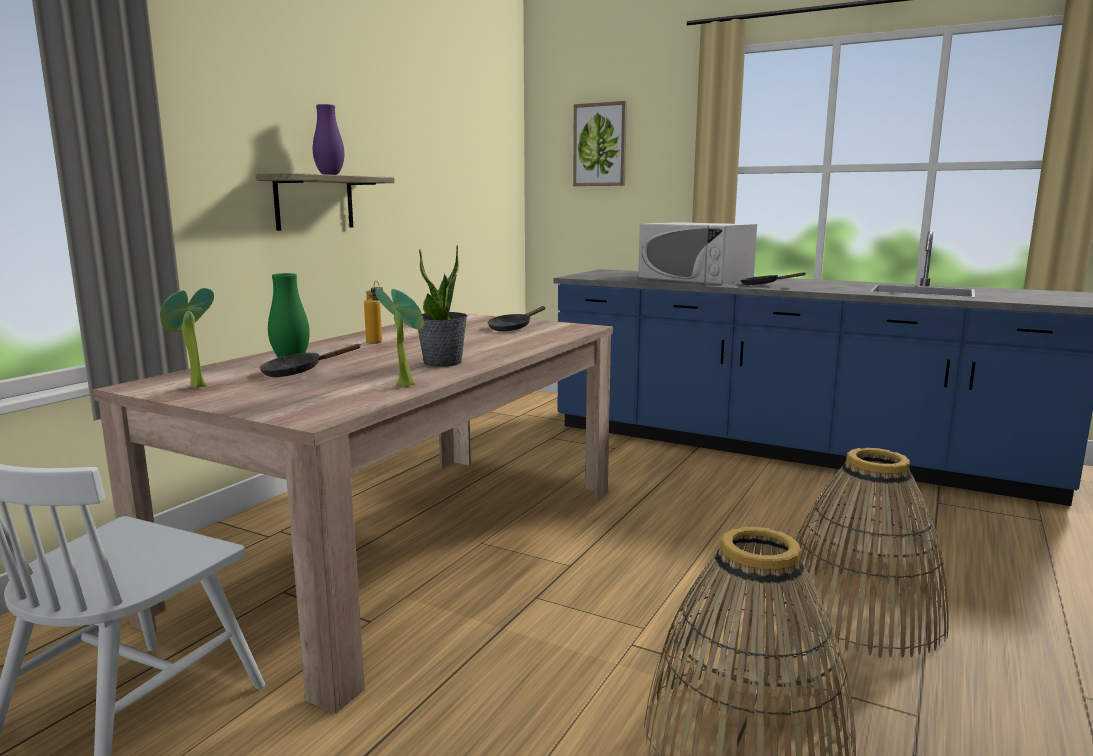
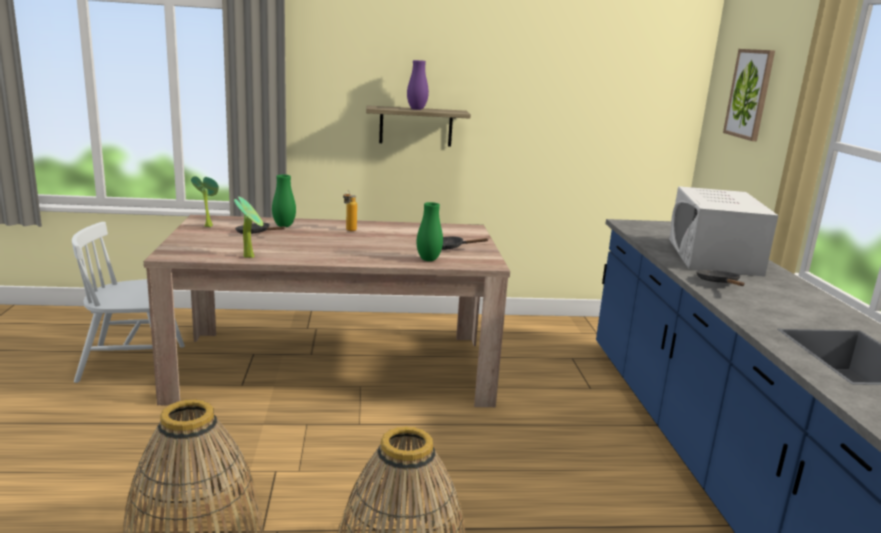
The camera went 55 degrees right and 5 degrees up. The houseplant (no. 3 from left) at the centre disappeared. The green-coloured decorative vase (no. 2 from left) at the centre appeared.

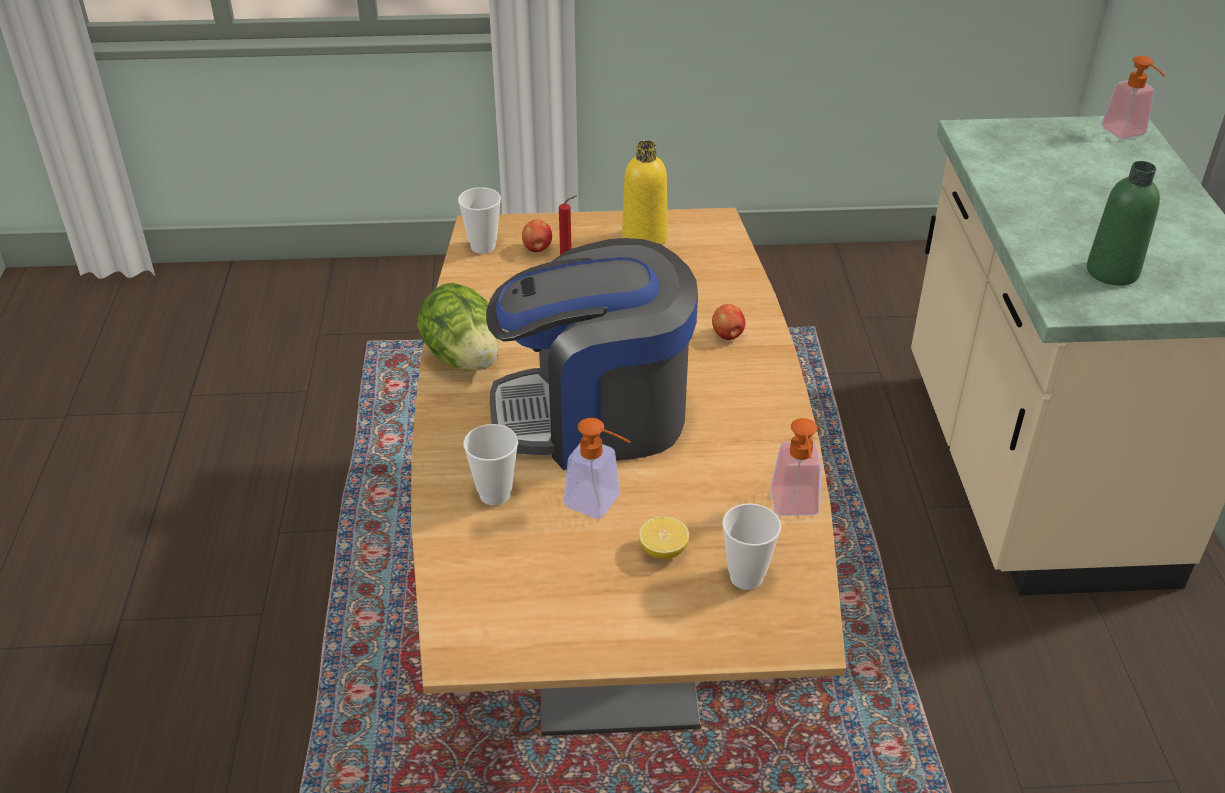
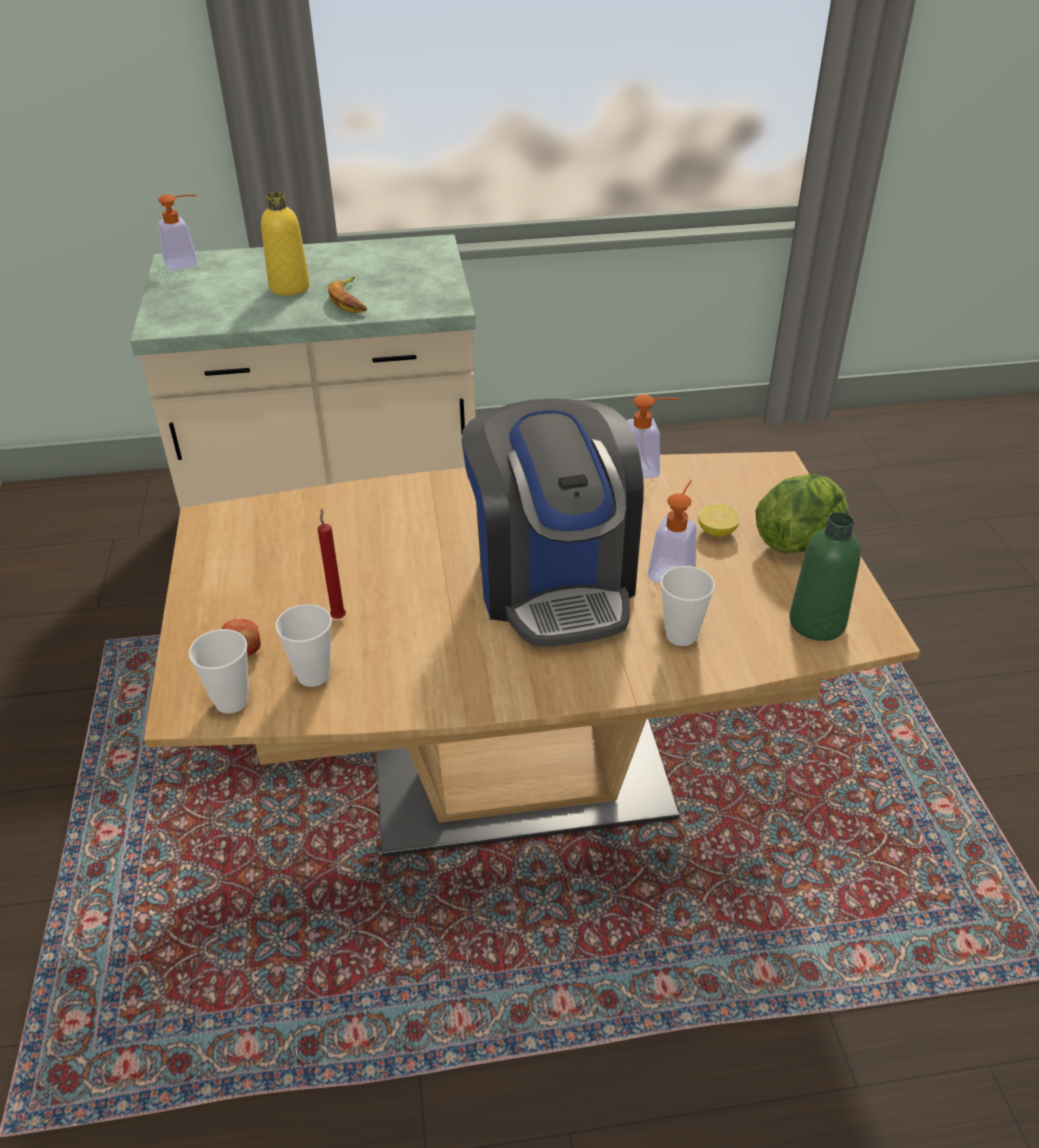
The camera went 95 degrees left and 0 degrees up. The yellow-coloured beverage bottle moved from the top centre to the top left. The green-coloured beverage bottle moved from the top right to the middle right. The lettuce moved from the centre to the middle right. The apple (no. 2 from left) at the centre disappeared. The cup (no. 3 from left in the first image) moved from the bottom centre to the middle left. The banana at the top centre appeared.

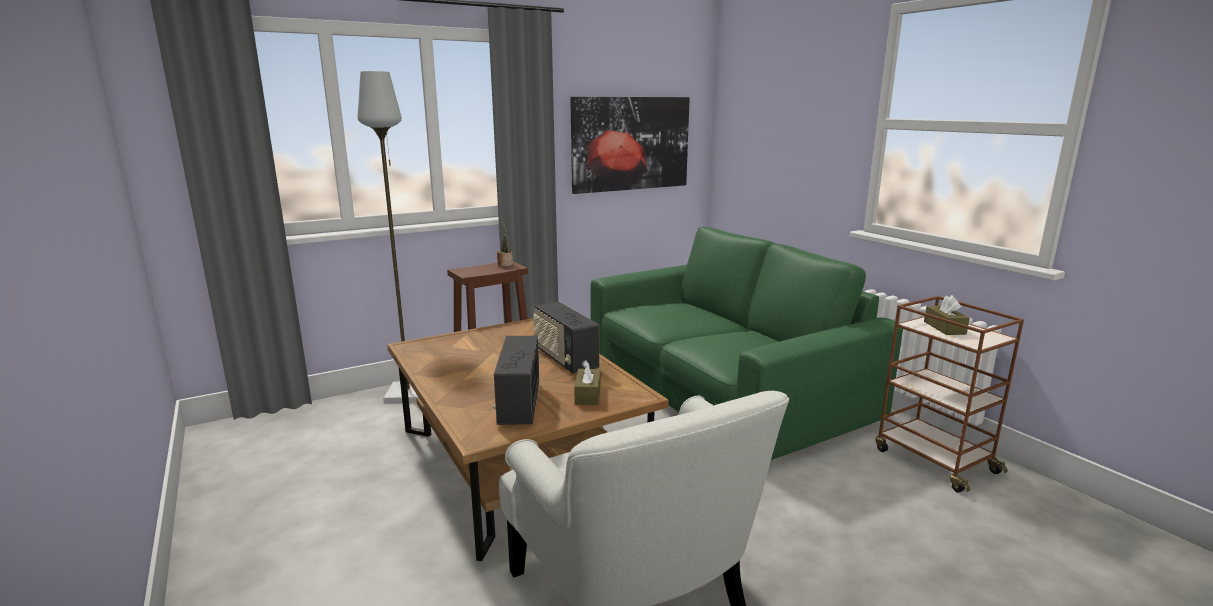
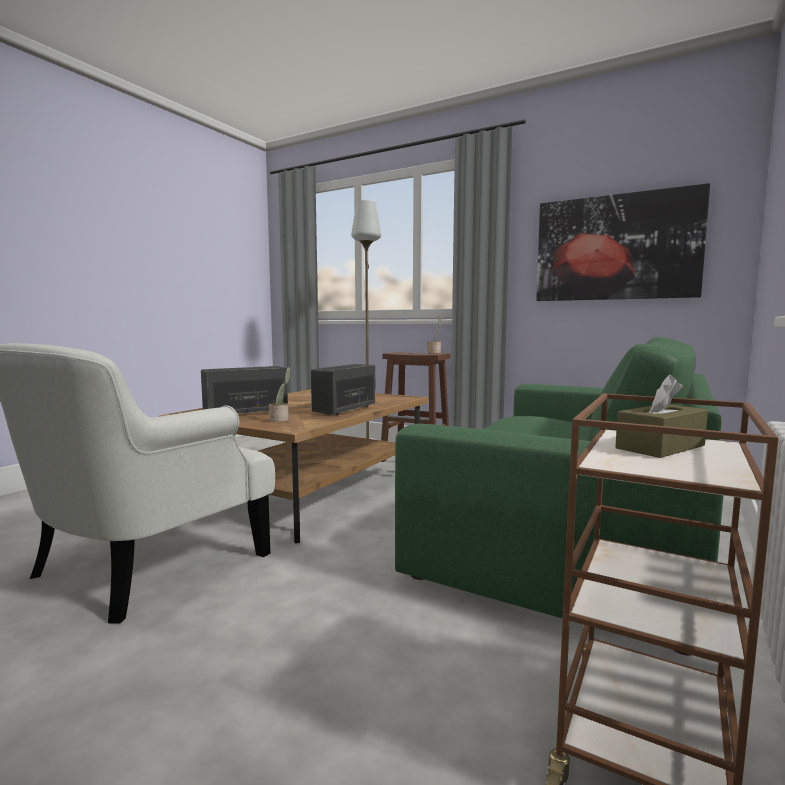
The camera went 60 degrees right and 10 degrees down. The brown-coloured box of tissues (no. 1 from left) at the centre was replaced by the houseplant (no. 1 from left) at the centre.

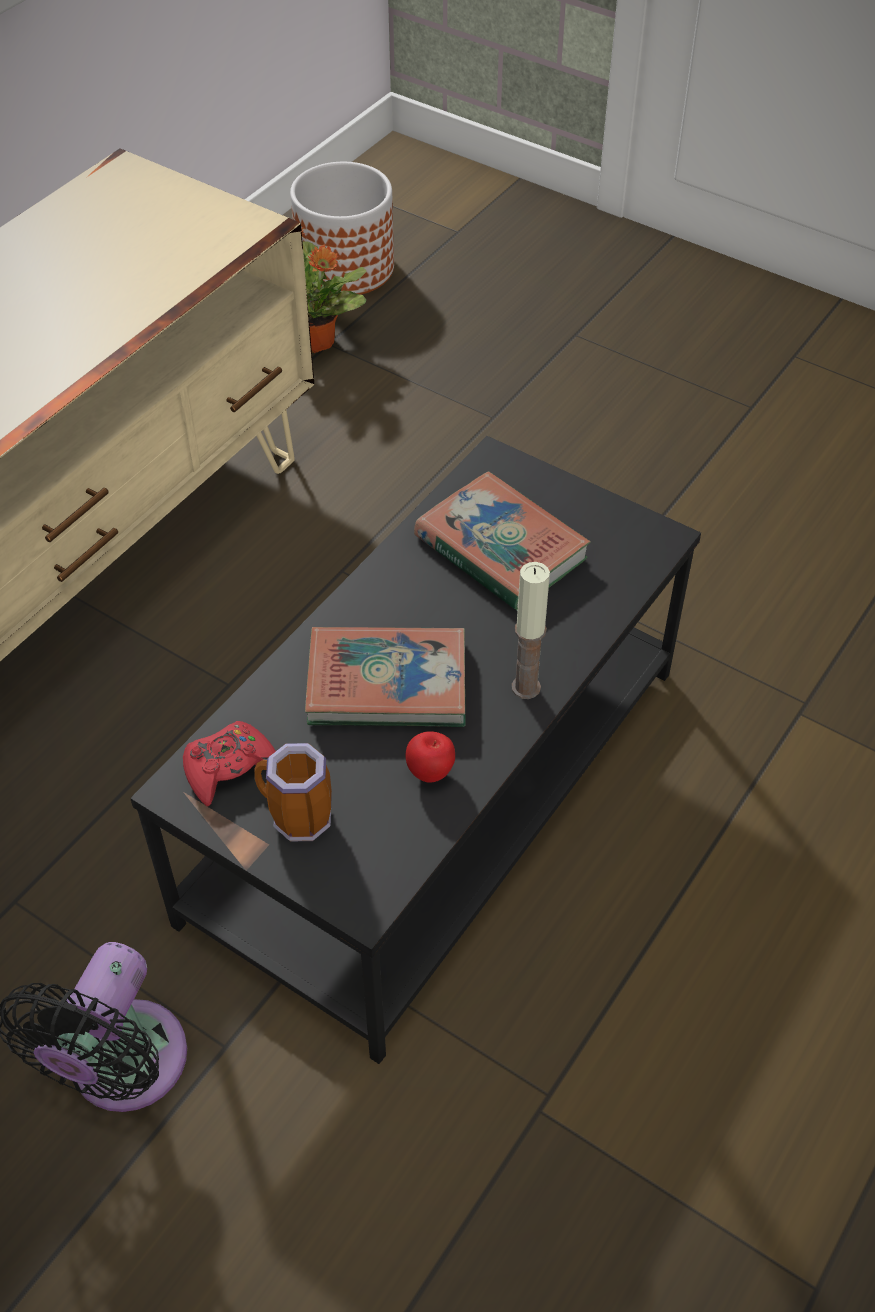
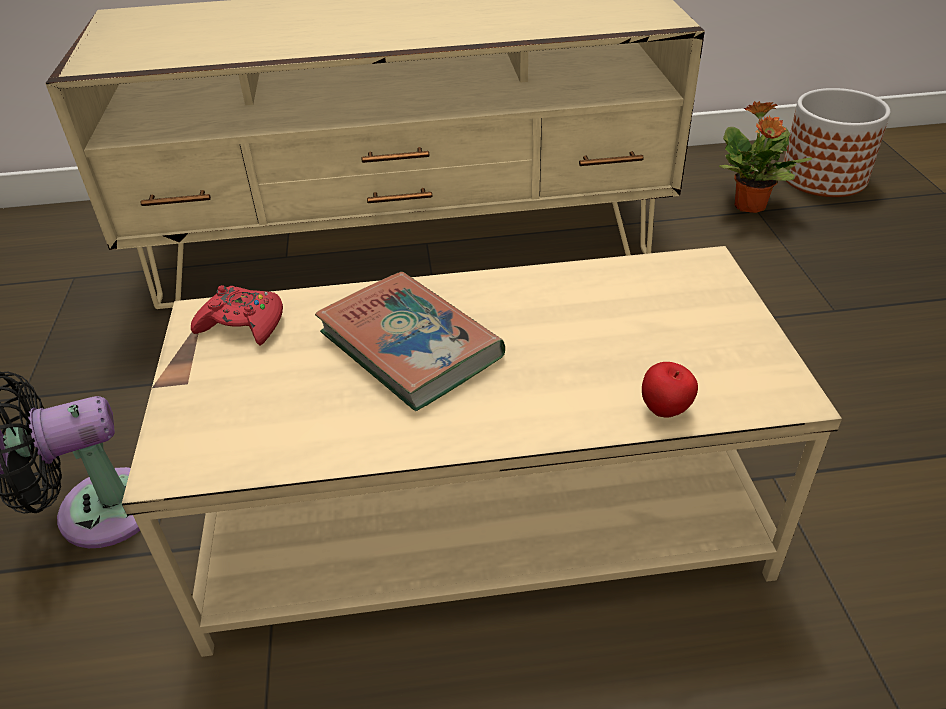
The camera went 50 degrees right and 10 degrees down. The black-coloured lounge table at the centre became the beige-coloured lounge table at the centre. The volume (no. 2 from left) at the centre disappeared. The candle at the centre disappeared. The apple moved from the centre to the middle right. The tea mug at the centre disappeared.

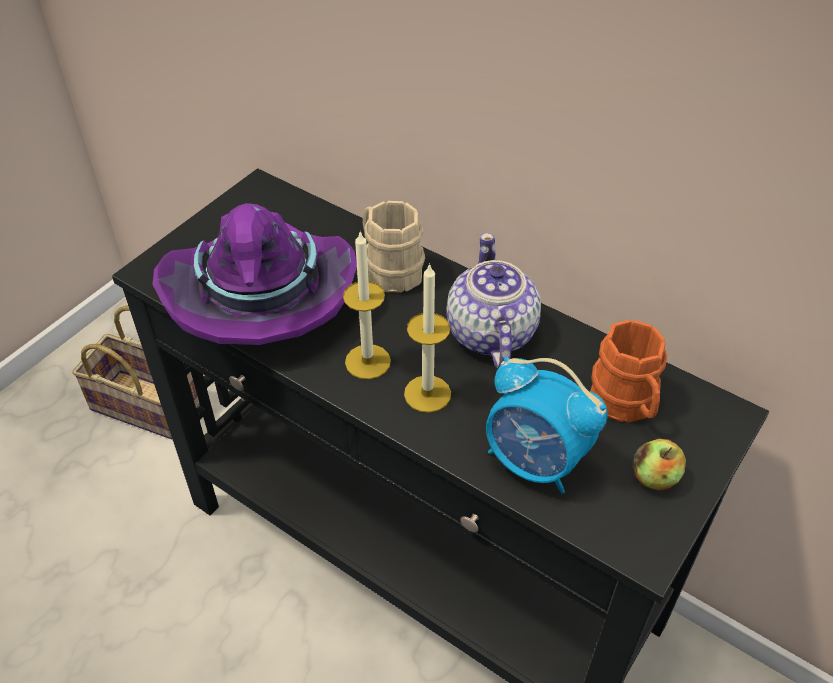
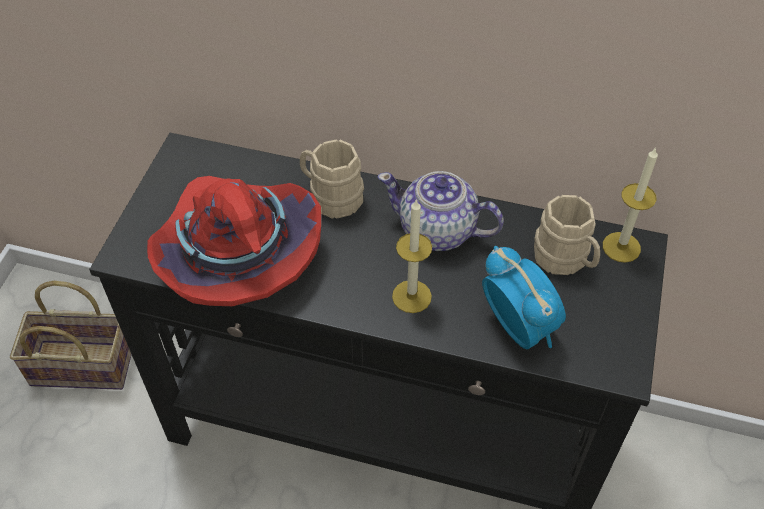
The camera went 20 degrees left and 5 degrees up. The purple-coloured hat at the middle left became the red hat at the middle left. The candle (no. 1 from left in the first image) moved from the centre to the middle right. The pot for tea at the centre turned 45 degrees counterclockwise. The orange tea mug at the middle right became the beige-coloured tea mug (no. 2 from left) at the middle right. The alarm clock at the centre turned 135 degrees counterclockwise. The apple at the bottom right disappeared.

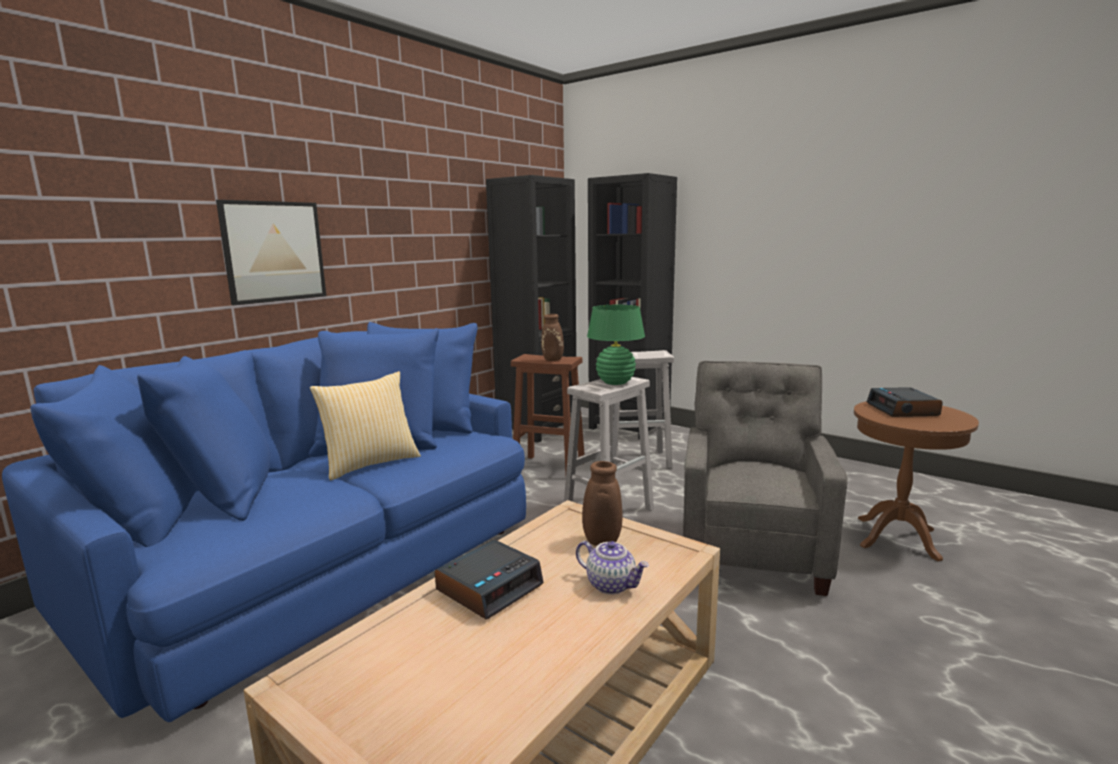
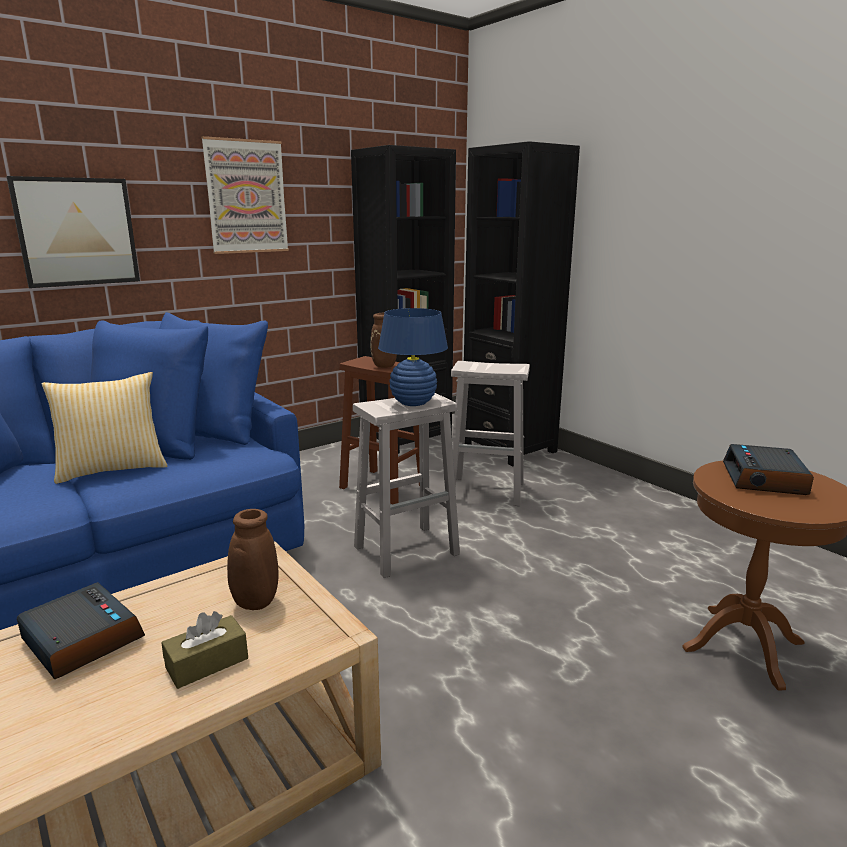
The camera went 15 degrees right and 5 degrees up. The green-coloured tabletop lamp at the centre became the blue tabletop lamp at the centre. The greyish armchair at the middle right disappeared. The alarm clock (no. 1 from left) at the bottom centre turned 105 degrees counterclockwise. The pot for tea at the bottom centre was replaced by the brown-coloured box of tissues at the bottom left. The picture (no. 2 from left) at the top left appeared.

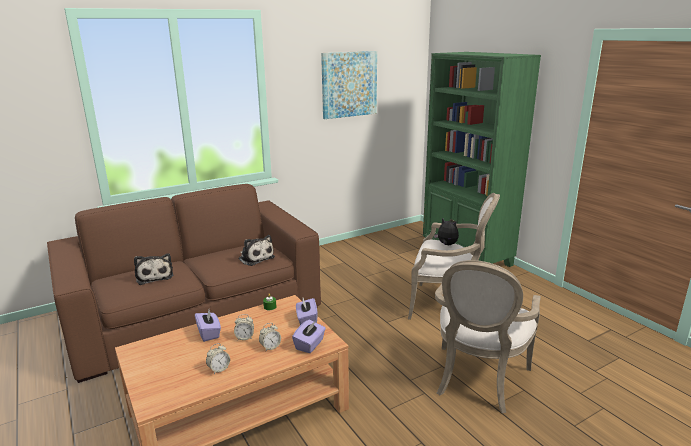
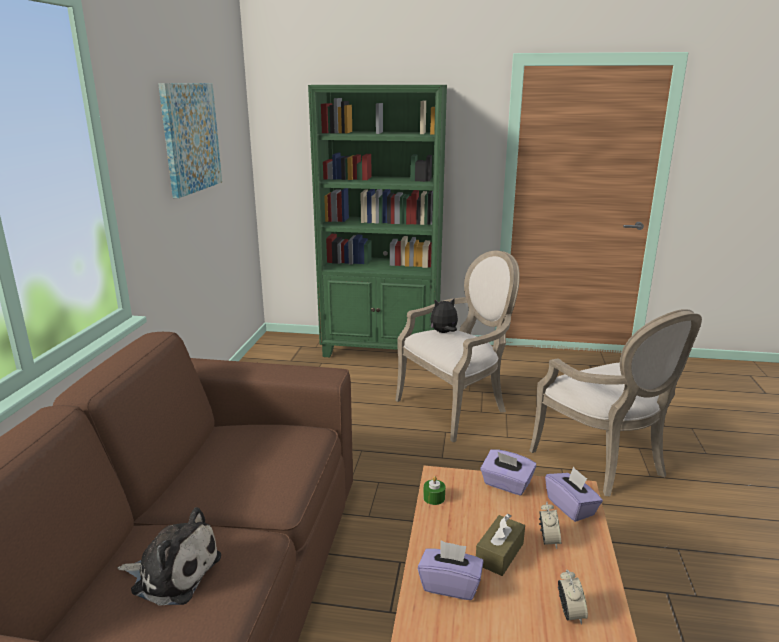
The camera went 50 degrees left and 0 degrees up. The cuddly toy (no. 2 from left) at the centre disappeared. The alarm clock (no. 2 from left) at the bottom centre was replaced by the brown-coloured box of tissues at the bottom centre.

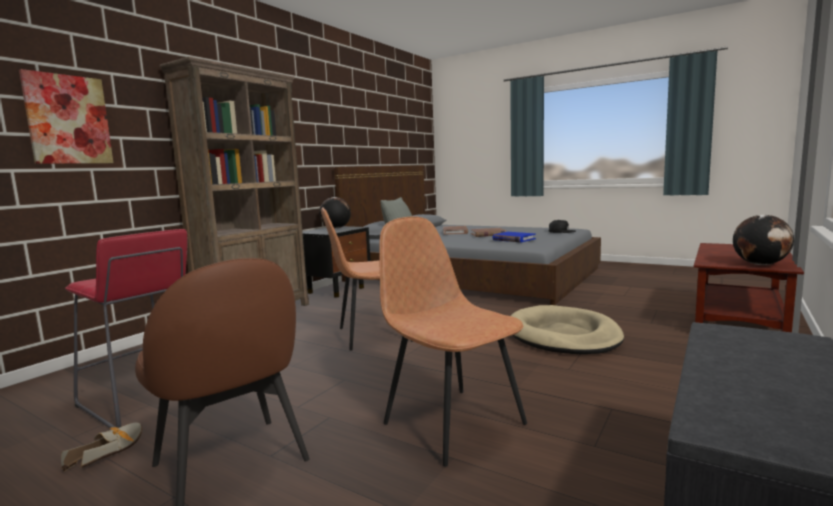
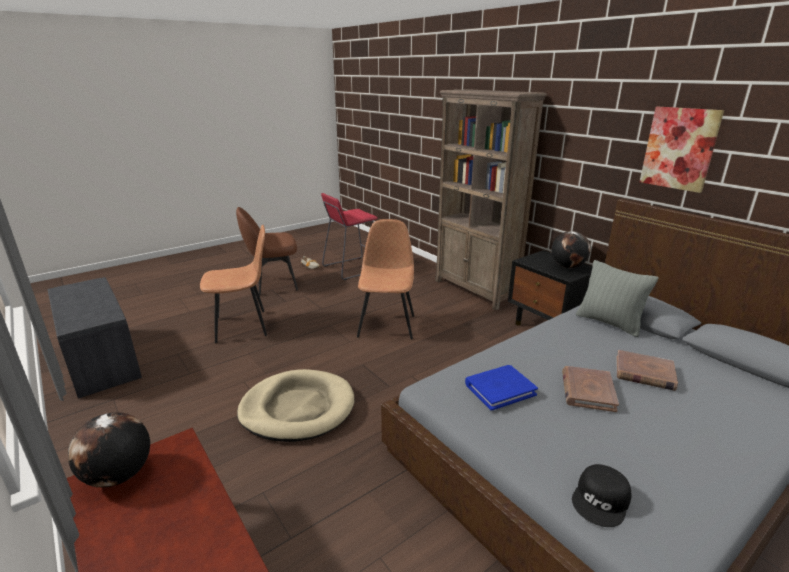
The camera went 110 degrees right and 15 degrees up. The picture moved from the top left to the top right.

